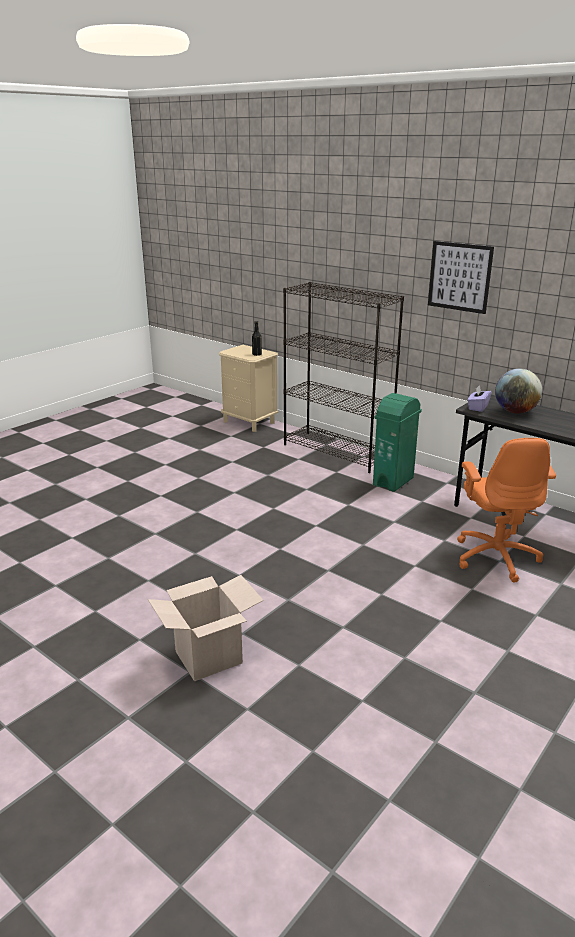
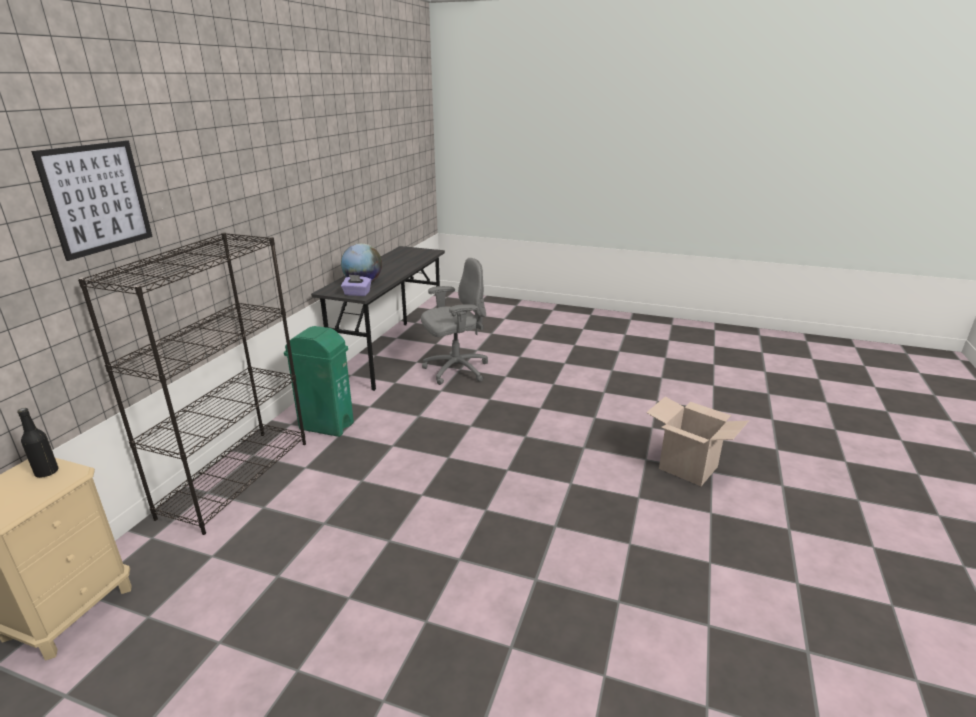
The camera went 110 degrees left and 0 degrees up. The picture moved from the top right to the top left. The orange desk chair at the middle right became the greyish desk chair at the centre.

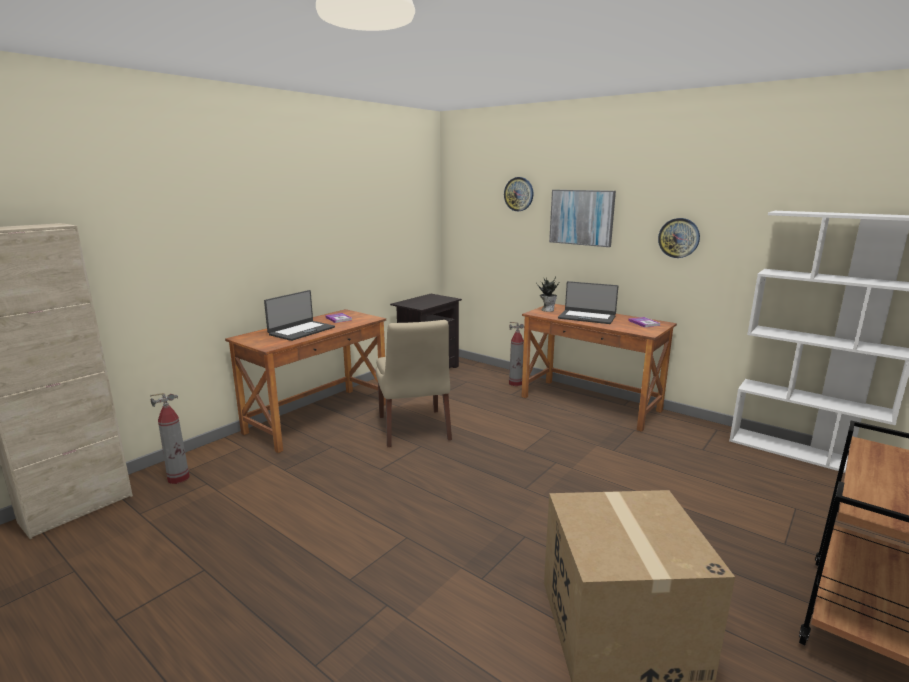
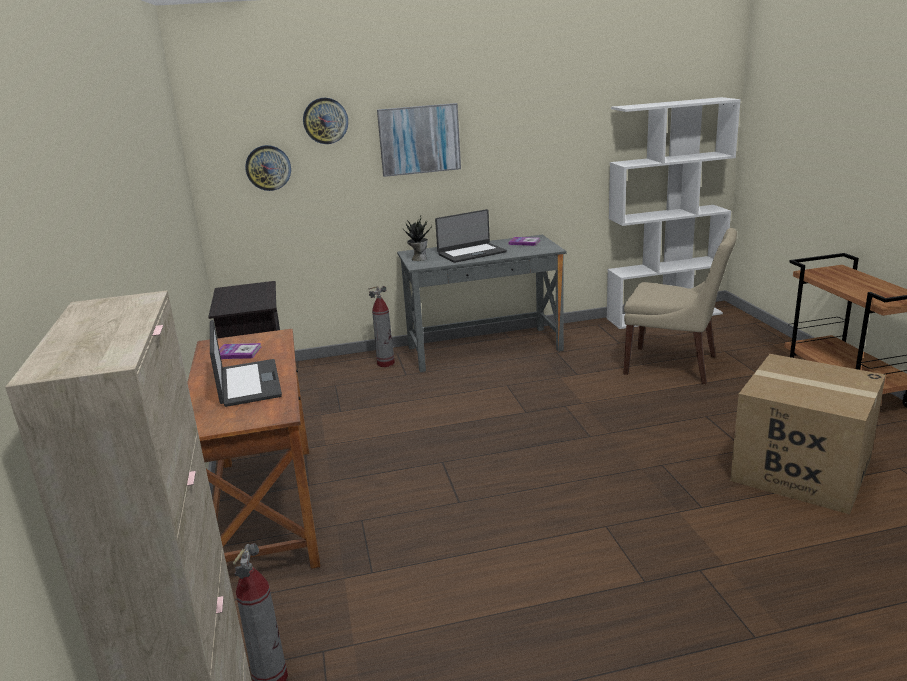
The camera went 50 degrees left and 5 degrees up. The wall clock (no. 2 from left in the first image) moved from the middle right to the top left. The brown-coloured desk unit (no. 2 from left) at the centre became the greyish desk unit at the centre. The beige-coloured chair moved from the centre to the middle right.

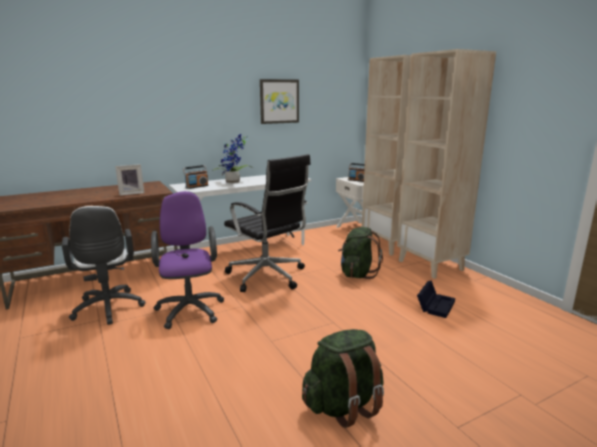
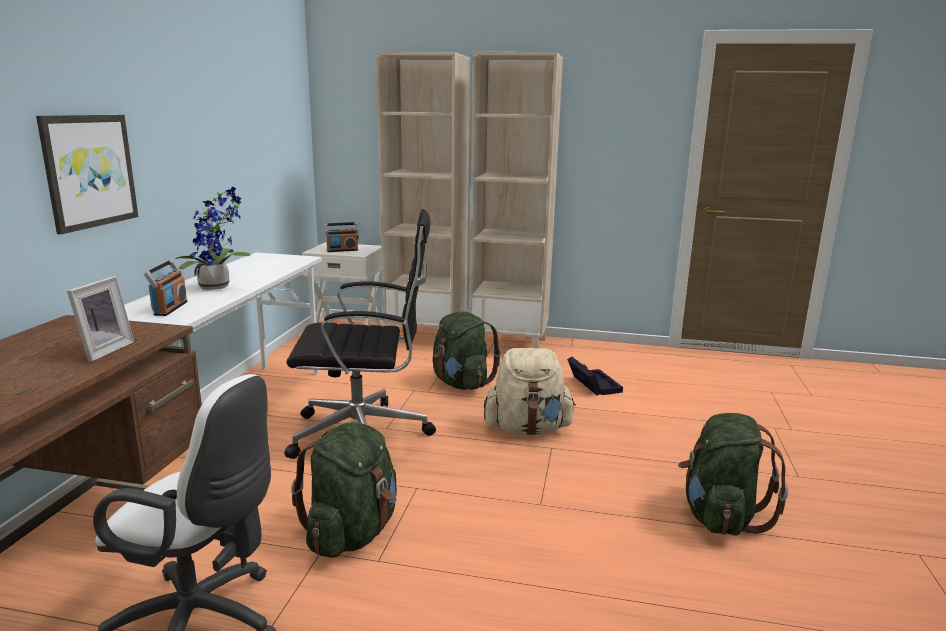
The camera went 50 degrees left and 0 degrees up. The picture moved from the top centre to the top left. The purple-coloured desk chair at the middle left was replaced by the green-coloured knapsack (no. 1 from left) at the bottom centre. The beige-coloured knapsack at the centre appeared.

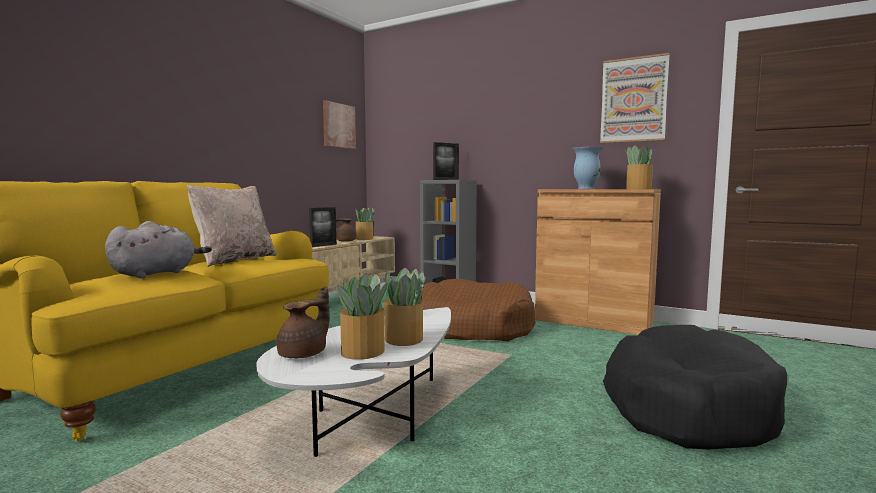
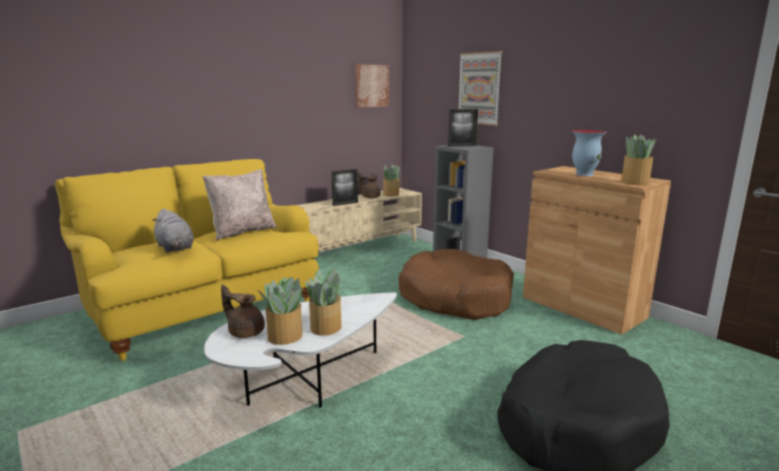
The camera went 20 degrees right and 10 degrees up. The picture (no. 2 from left) moved from the top right to the top centre. The greyish cuddly toy at the middle left turned 90 degrees clockwise. The brown-coloured pot for tea (no. 1 from left) at the centre turned 120 degrees counterclockwise.

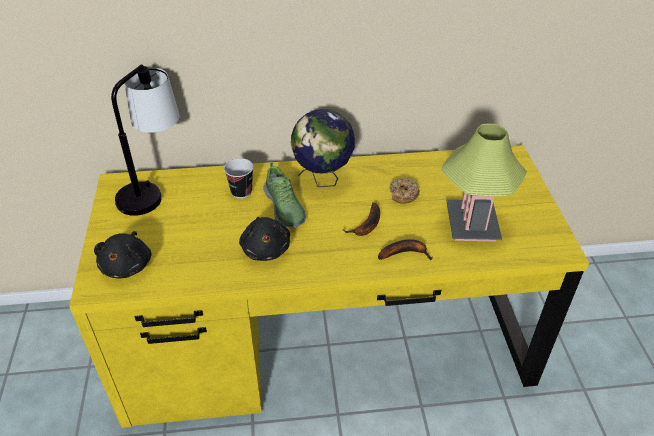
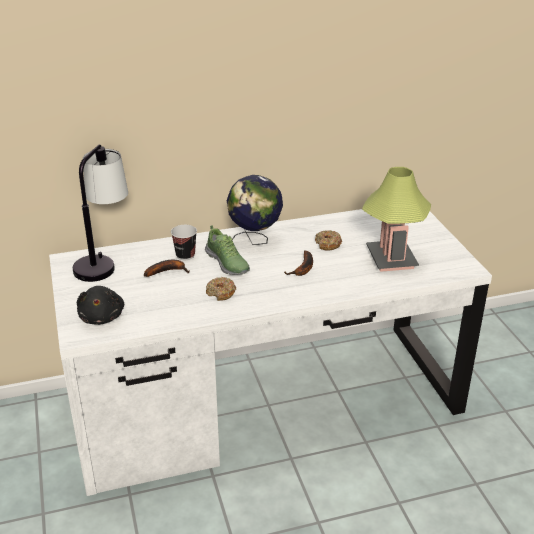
The camera went 10 degrees left and 10 degrees down. The yellow-coloured desk unit at the centre became the whitish desk unit at the centre. The black-coloured cuddly toy (no. 2 from left) at the centre was replaced by the donut (no. 1 from left) at the centre. The banana (no. 2 from left in the first image) moved from the centre to the middle left.

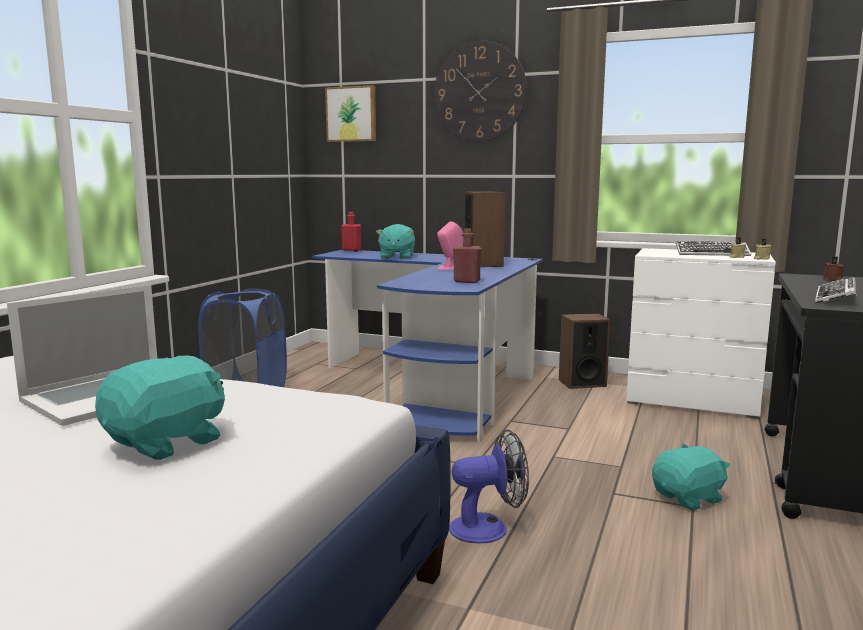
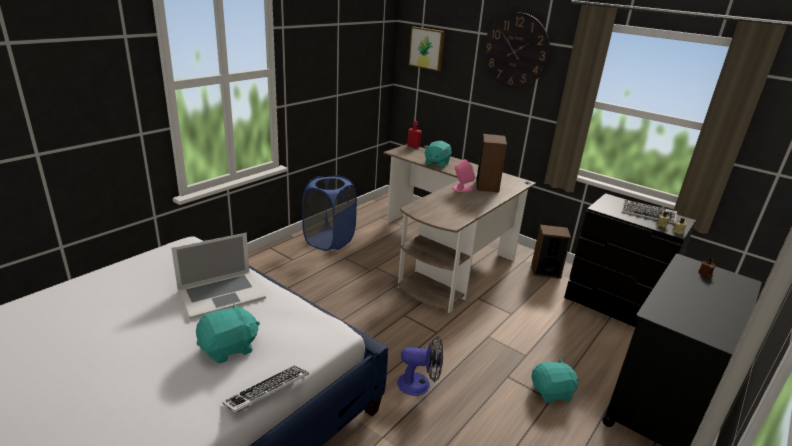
The camera went 15 degrees right and 15 degrees up. The red beverage bottle (no. 2 from left) at the centre disappeared. The whitish chest of drawers at the middle right became the black-coloured chest of drawers at the middle right. The blue desk unit at the centre became the brown-coloured desk unit at the centre. The PC keyboard (no. 2 from left in the first image) moved from the middle right to the bottom centre.

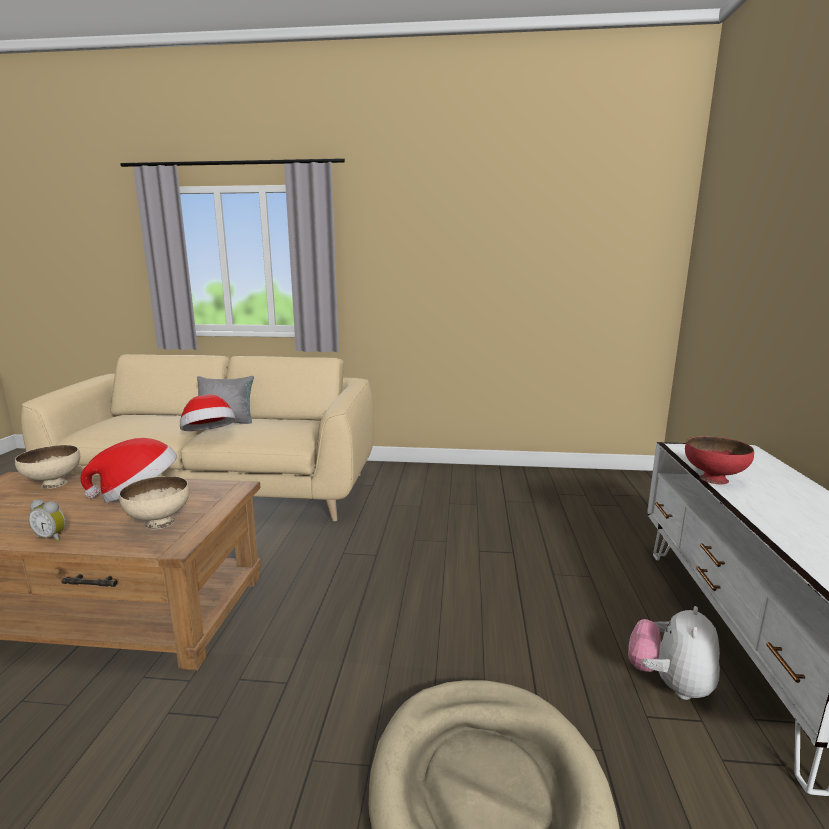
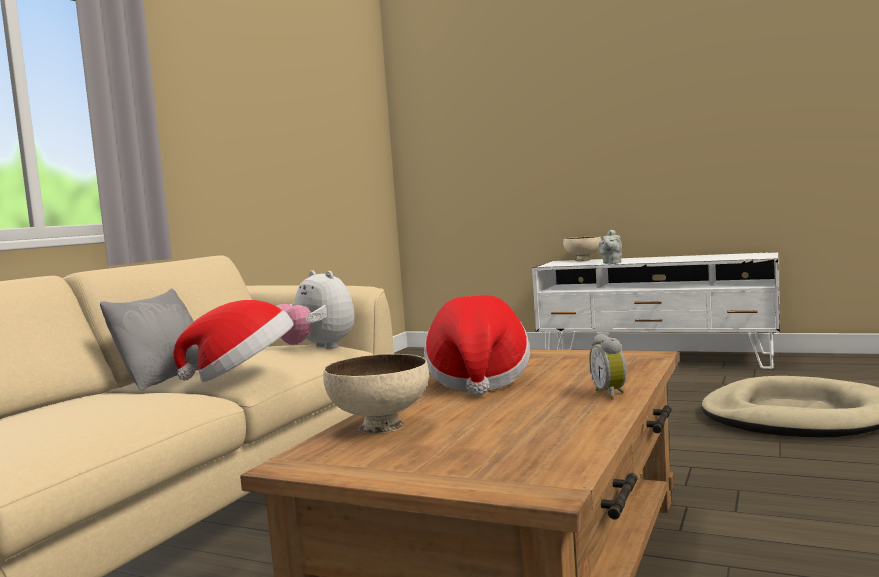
The camera went 70 degrees left and 10 degrees down. The red bowl at the middle right was replaced by the greyish pot for tea at the middle right. The beige-coloured bowl (no. 2 from left) moved from the middle left to the centre. The alarm clock at the middle left turned 135 degrees clockwise. The cuddly toy moved from the bottom right to the centre.

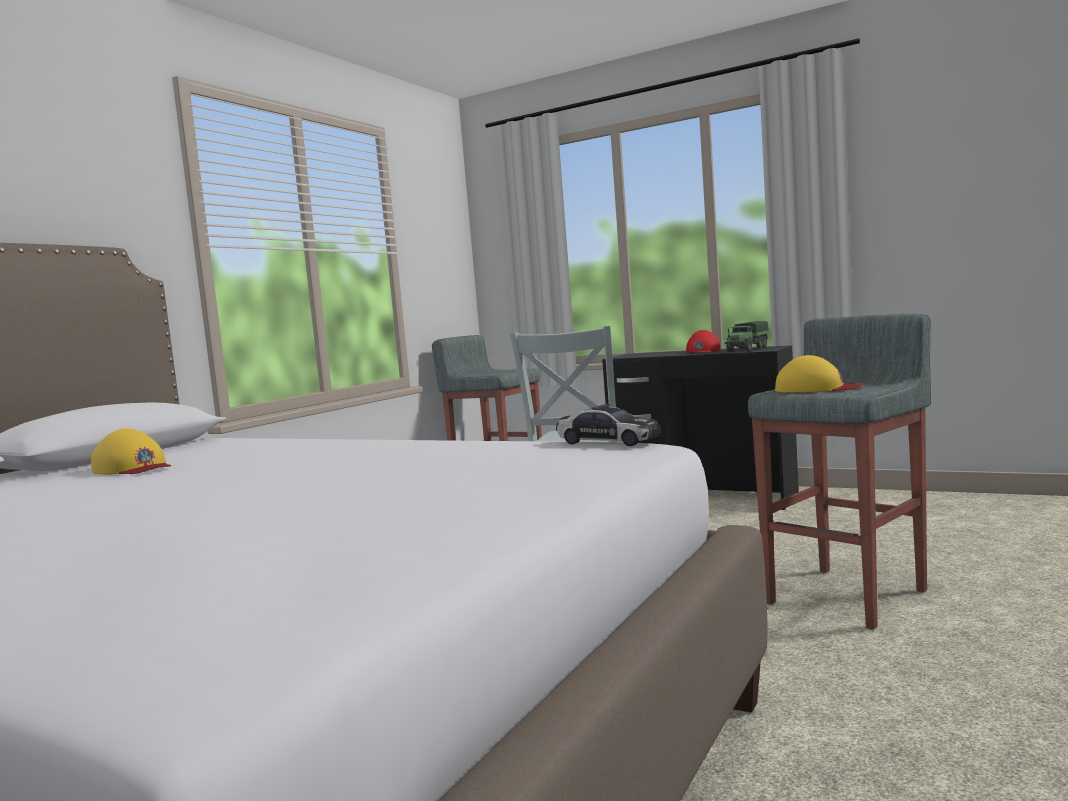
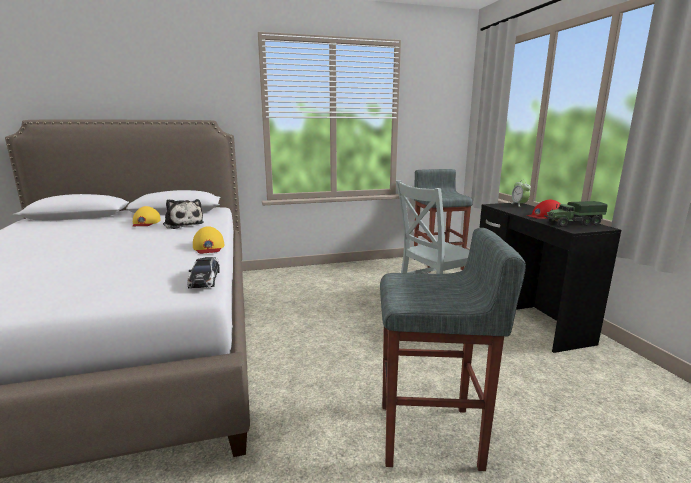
The camera went 45 degrees right and 10 degrees up. The yellow-coloured peaked cap (no. 2 from left) moved from the middle right to the middle left. The alarm clock at the middle right appeared. The cuddly toy at the middle left appeared.

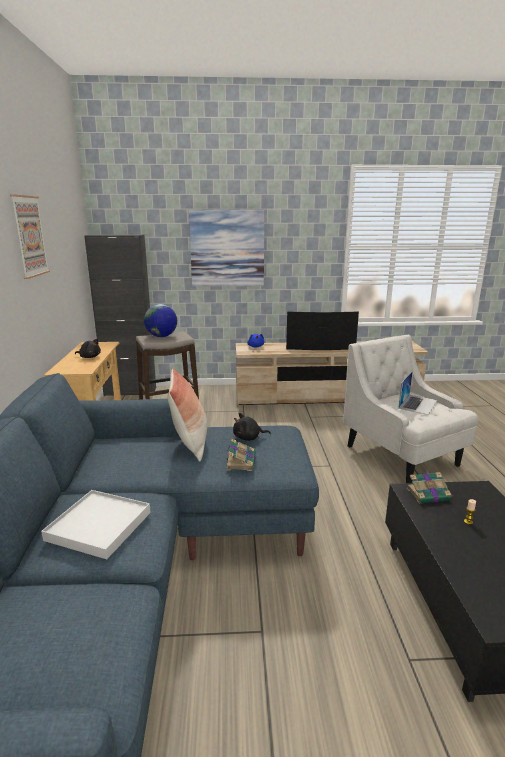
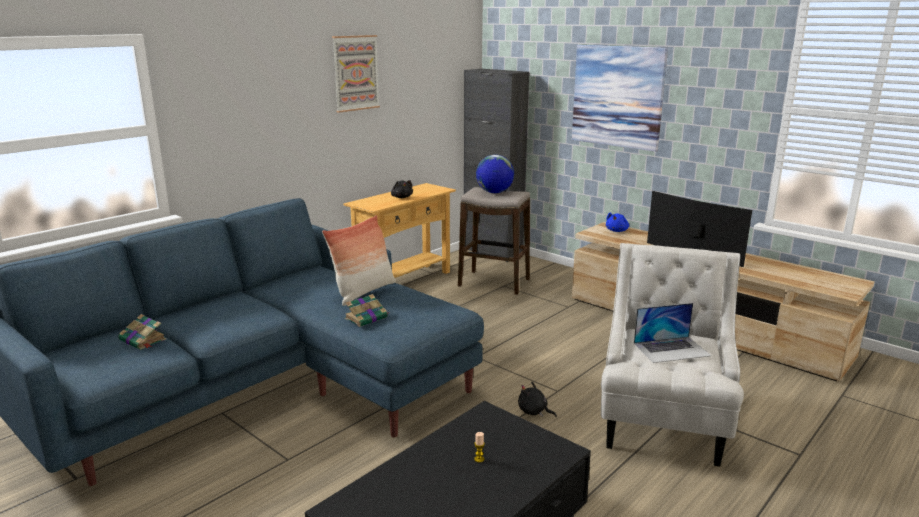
The camera went 45 degrees right and 0 degrees up. The black-coloured cuddly toy (no. 2 from left) moved from the centre to the bottom centre. The volume (no. 2 from left in the first image) moved from the middle right to the middle left. The whitish tray at the bottom left disappeared.

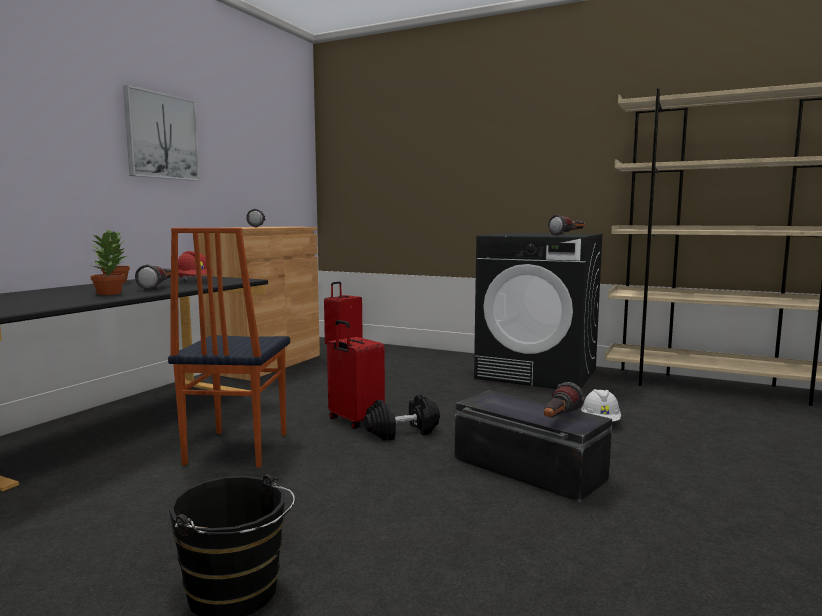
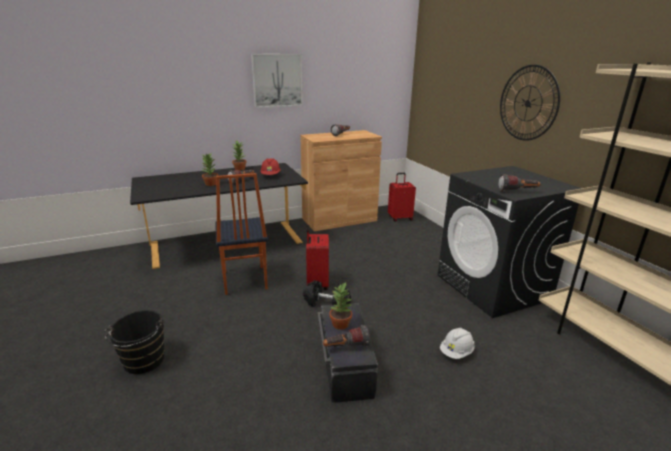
The camera went 40 degrees right and 15 degrees up. The chair at the middle left turned 60 degrees counterclockwise. The wall clock at the top right appeared. The houseplant (no. 3 from left) at the bottom centre appeared.

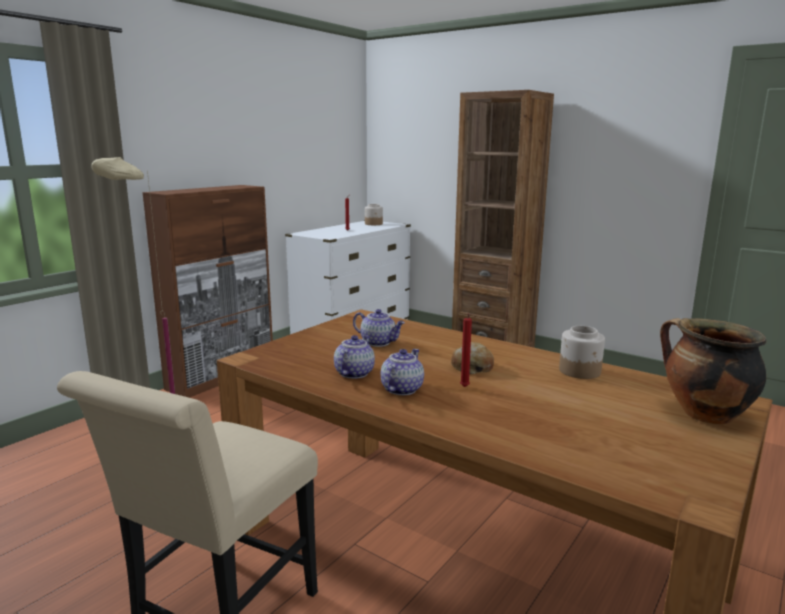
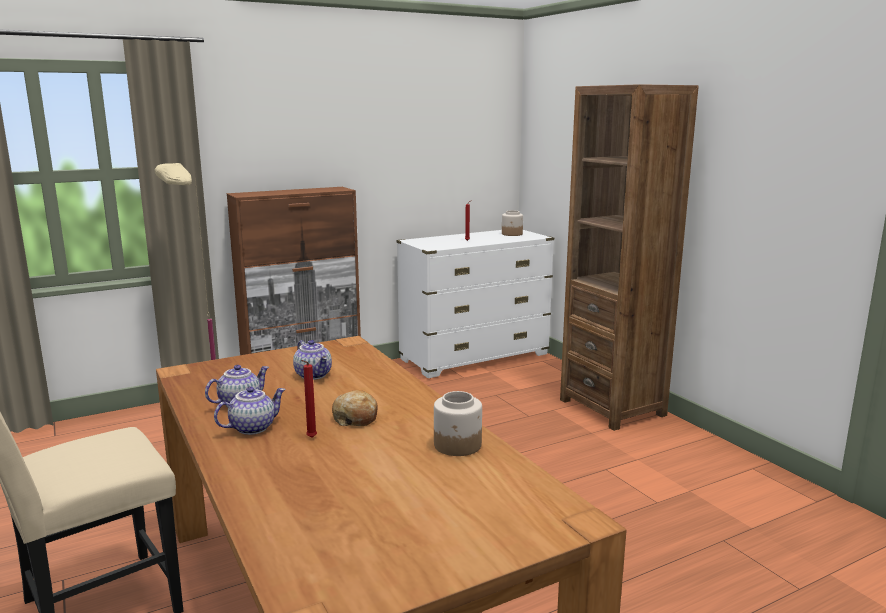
The camera went 25 degrees right and 0 degrees up. The cooking pot at the middle right disappeared.

